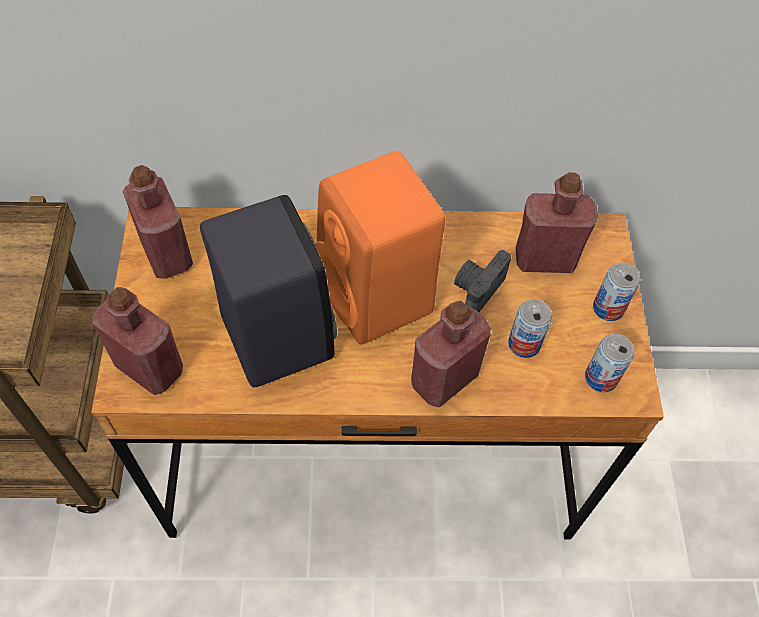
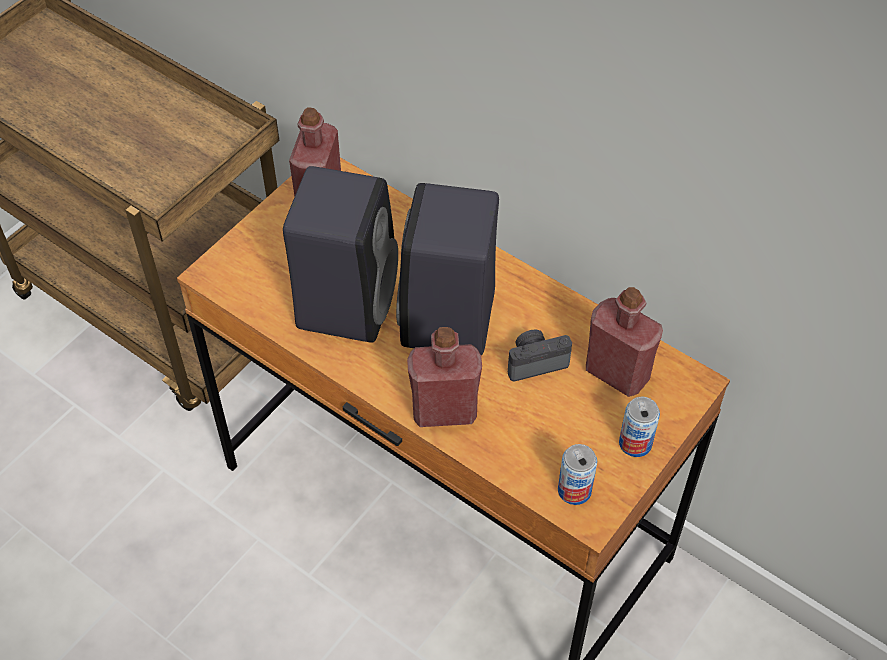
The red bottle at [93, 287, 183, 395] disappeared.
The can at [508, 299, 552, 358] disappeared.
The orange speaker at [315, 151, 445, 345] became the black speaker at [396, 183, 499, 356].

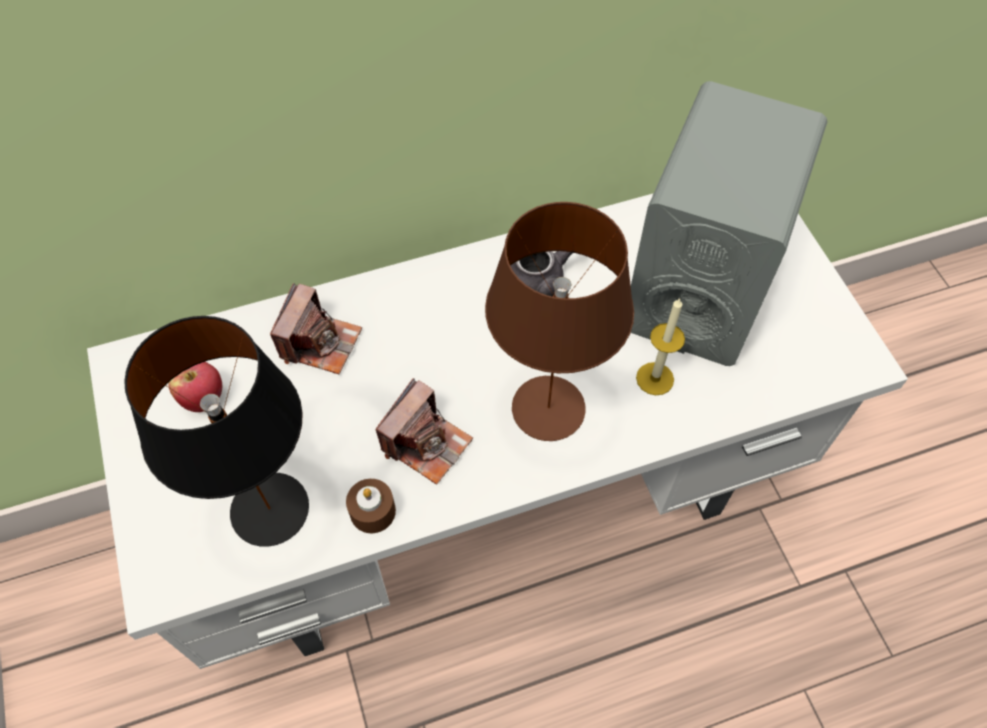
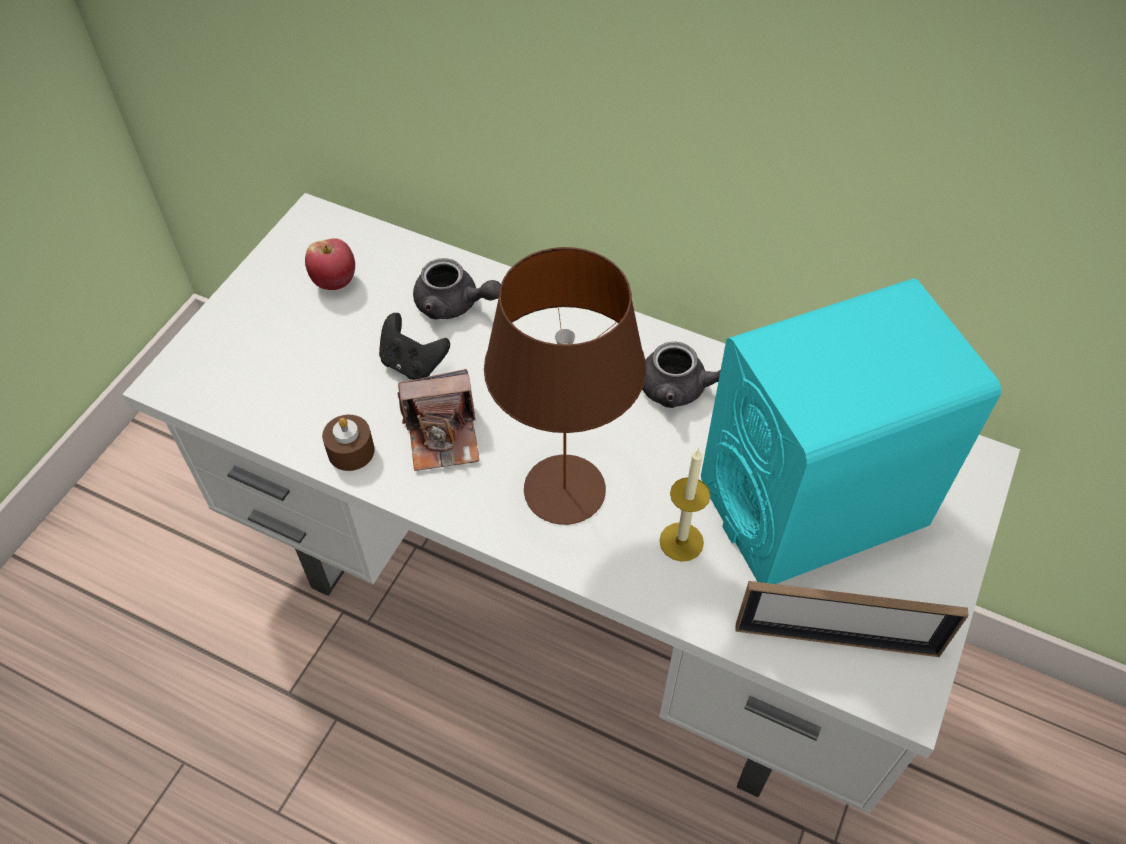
The black table lamp at [124, 316, 309, 547] disappeared.
The black game controller at [379, 313, 450, 380] appeared.
The picture frame at [735, 581, 969, 657] appeared.
The photo camera at [270, 283, 362, 374] was replaced by the grey teapot at [413, 258, 501, 320].
The grey speaker at [631, 81, 827, 366] became the turquoise speaker at [701, 279, 1001, 584].

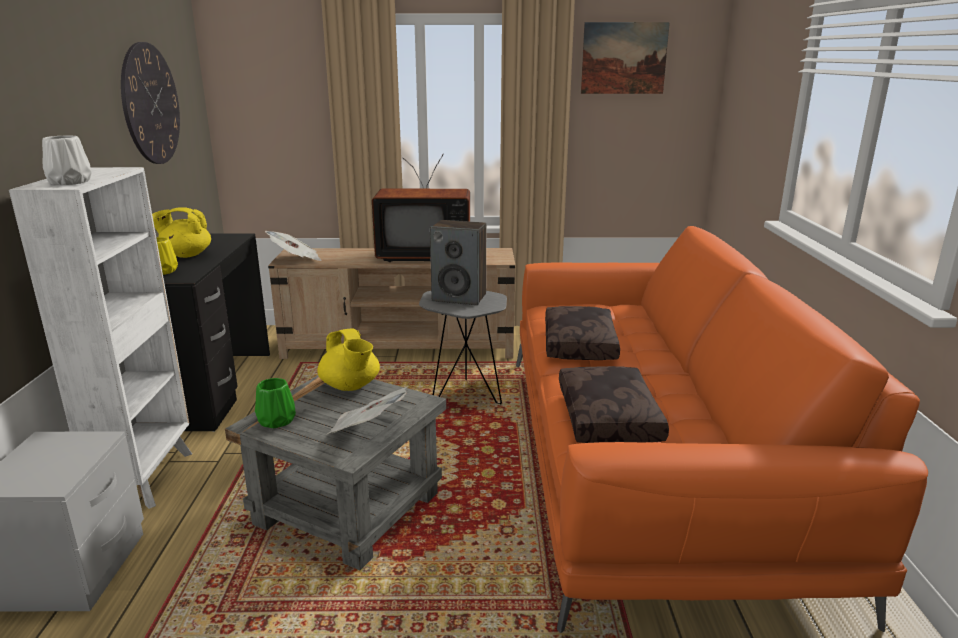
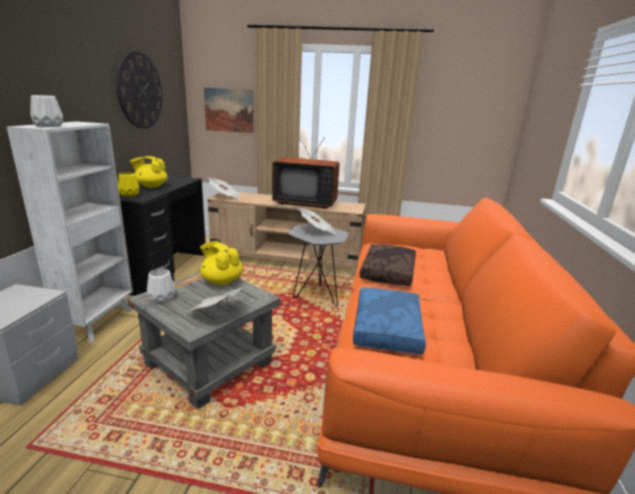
The picture moved from [581, 22, 670, 94] to [204, 88, 254, 133].
The speaker at [430, 220, 486, 305] was replaced by the newspaper at [297, 208, 337, 235].
The green vase at [255, 378, 296, 428] became the white vase at [147, 269, 175, 303].
The brown pillow at [559, 366, 669, 443] became the blue pillow at [353, 288, 426, 354].
The yellow teapot at [317, 329, 380, 391] turned 150 degrees clockwise.

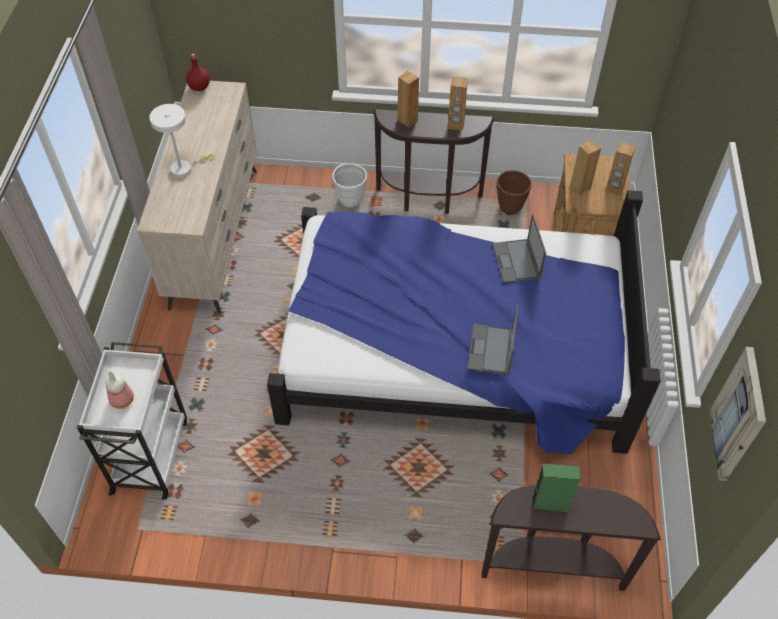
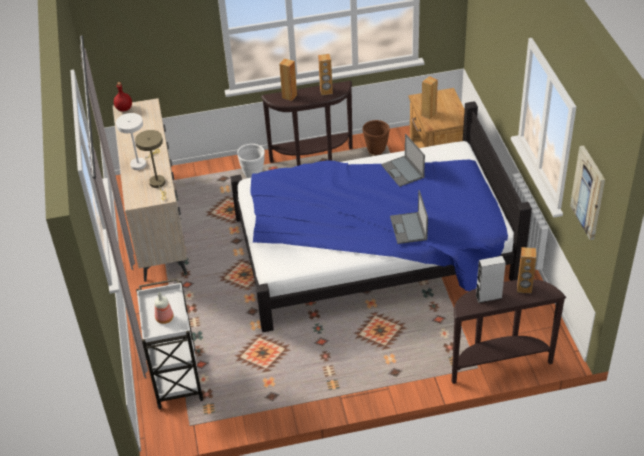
The beige table lamp at [135, 130, 166, 200] appeared.
The brown speaker moved from [605, 142, 635, 196] to [517, 247, 536, 294].
The green speaker at [532, 463, 580, 513] became the grey speaker at [476, 256, 506, 303].

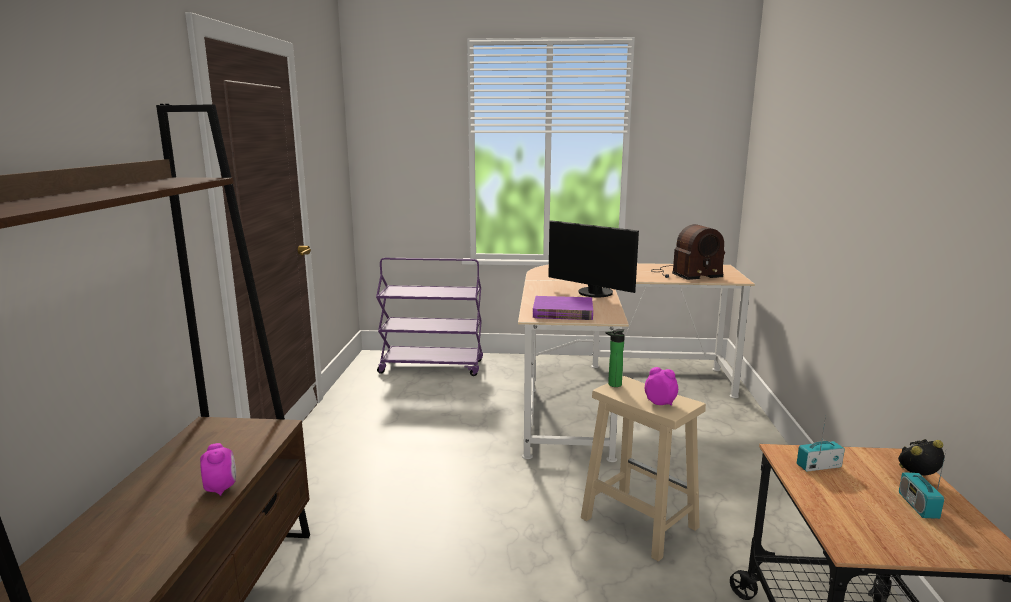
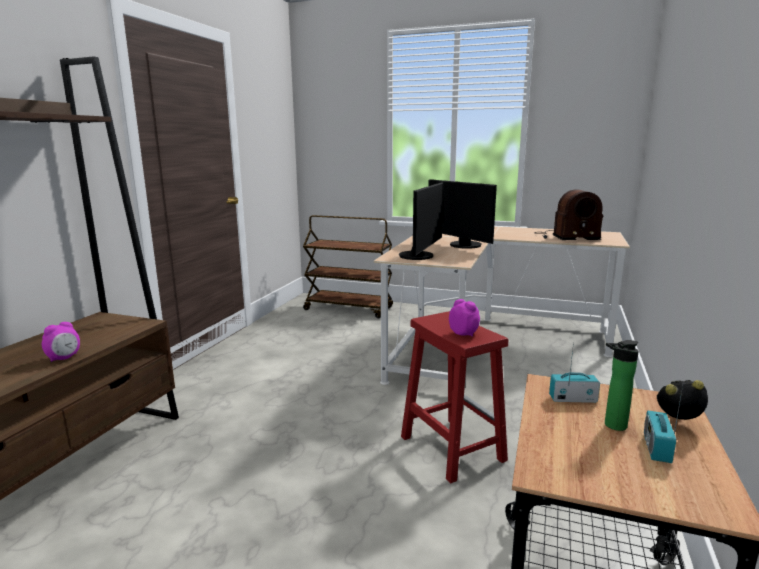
The bottle moved from [605, 329, 625, 387] to [605, 340, 639, 431].
The purple book at [533, 296, 593, 320] was replaced by the monitor at [399, 182, 444, 260].
The purple cart at [376, 258, 483, 376] became the brown cart at [303, 215, 393, 318].
The beige stool at [581, 376, 706, 562] became the red stool at [401, 311, 508, 483].
The alarm clock at [200, 443, 236, 496] turned 45 degrees clockwise.

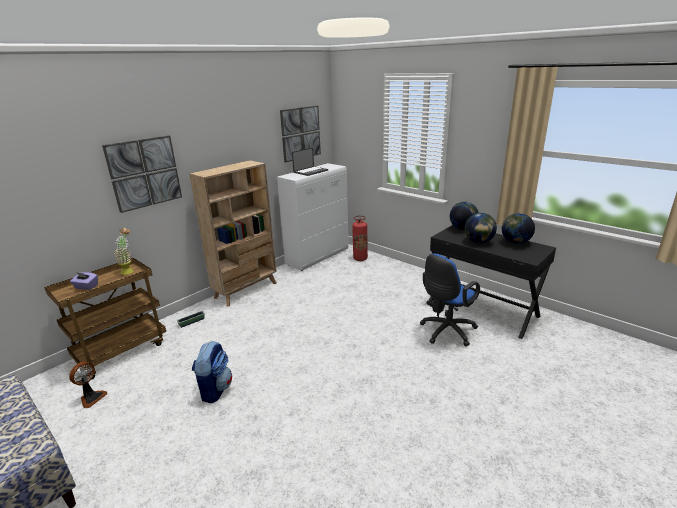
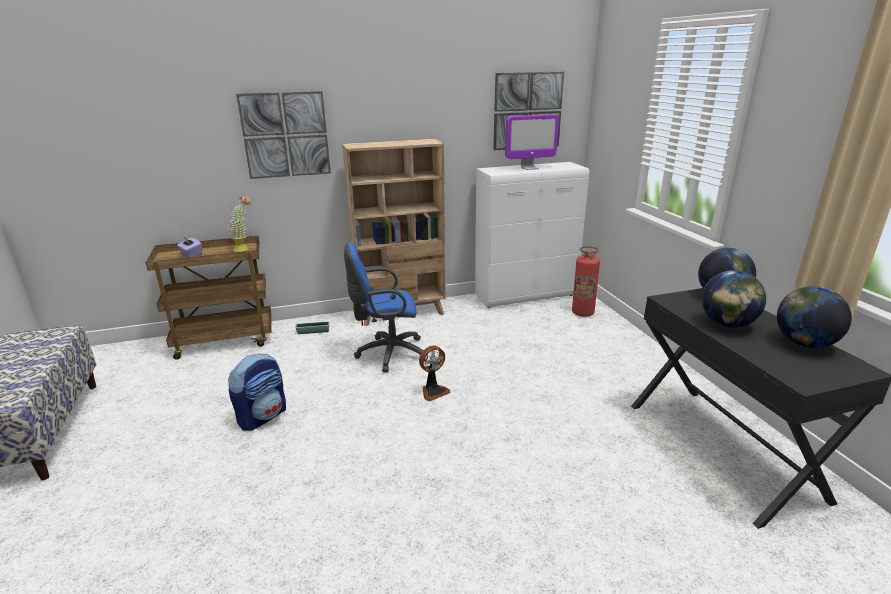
The fan moved from [69, 362, 107, 408] to [419, 345, 450, 401].
The blue office chair moved from [420, 253, 480, 346] to [344, 242, 428, 372].
The laptop at [292, 148, 328, 176] was replaced by the monitor at [505, 114, 559, 170].

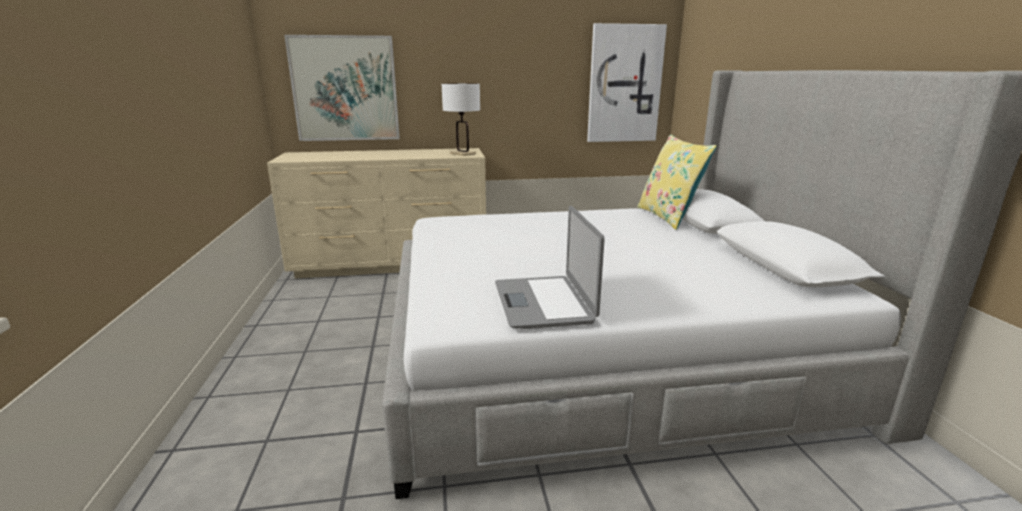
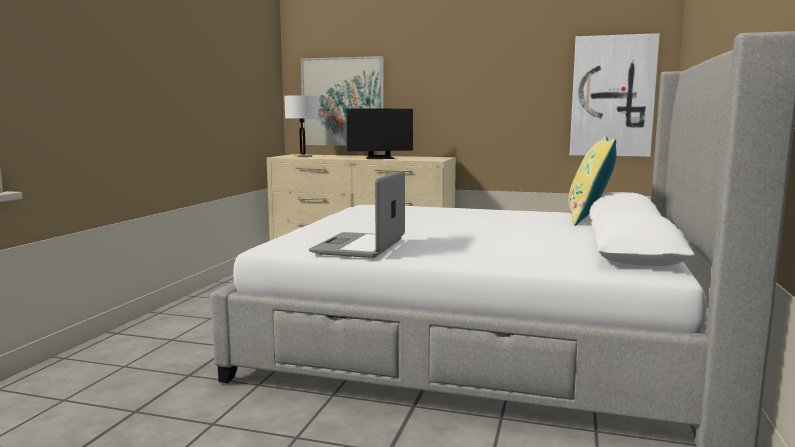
The monitor at [346, 108, 413, 159] appeared.
The white table lamp moved from [442, 83, 480, 156] to [284, 95, 318, 157].

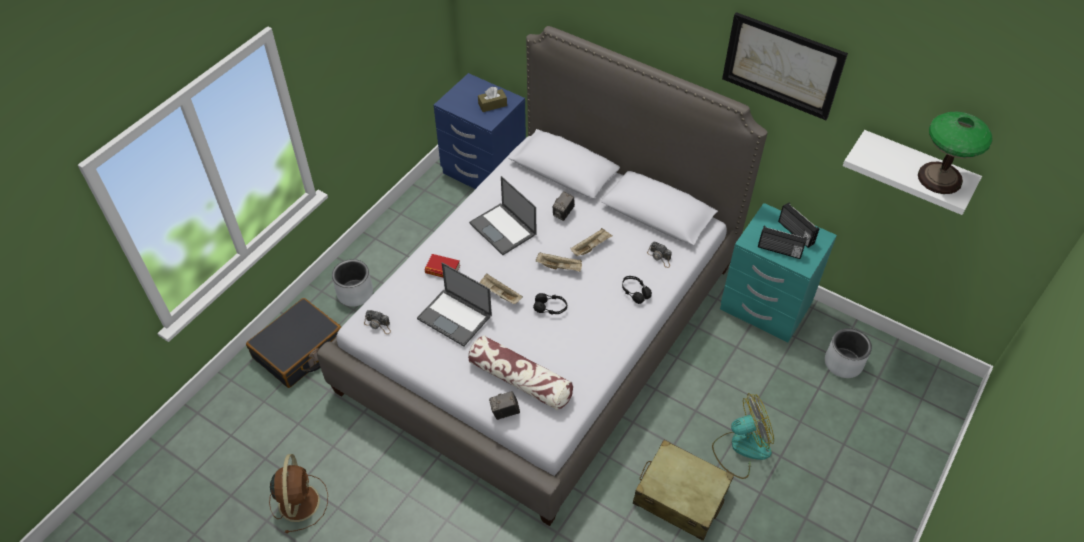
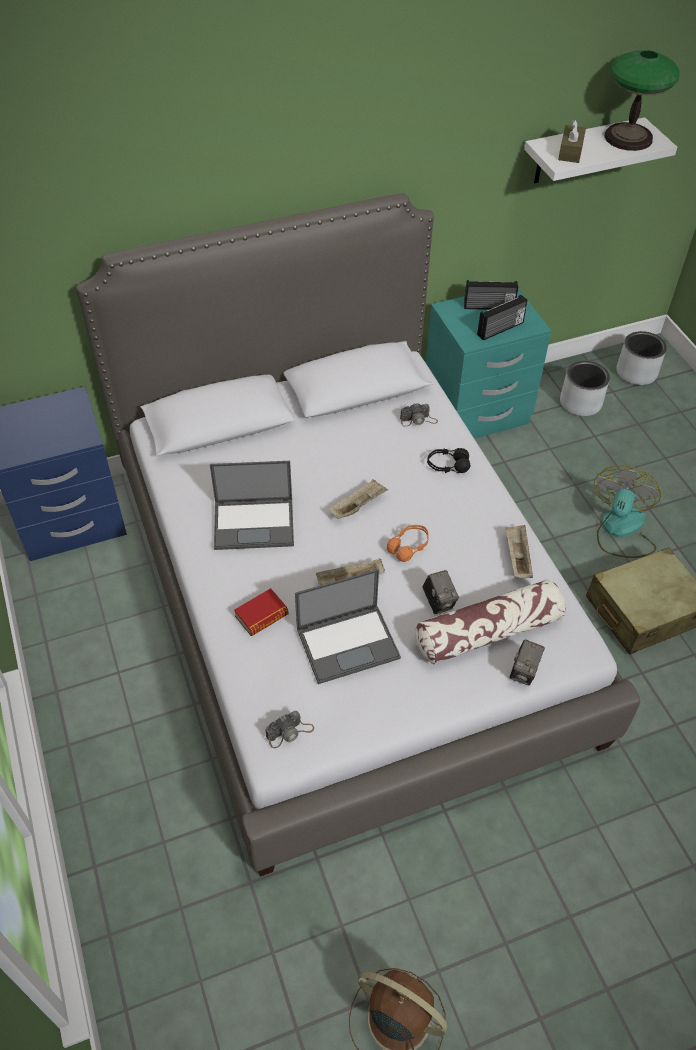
The black suitcase at [246, 298, 341, 388] disappeared.
The picture at [722, 12, 848, 120] disappeared.
The grey planter moved from [332, 259, 373, 306] to [616, 331, 667, 385].
The brown tissue box moved from [478, 87, 507, 112] to [558, 119, 586, 163].
The photo camera moved from [553, 191, 575, 221] to [422, 570, 459, 614].
The beige tray moved from [570, 228, 613, 256] to [506, 525, 533, 578].
The black headphones at [533, 293, 567, 315] became the orange headphones at [387, 525, 429, 562].

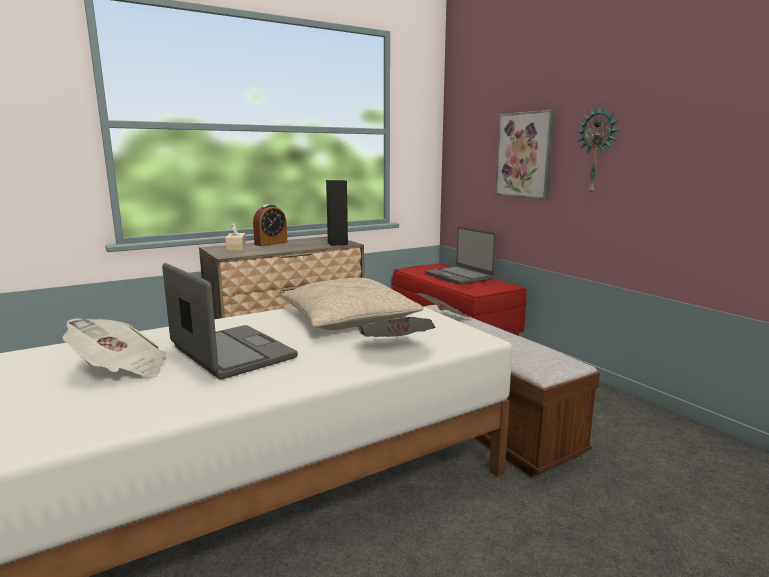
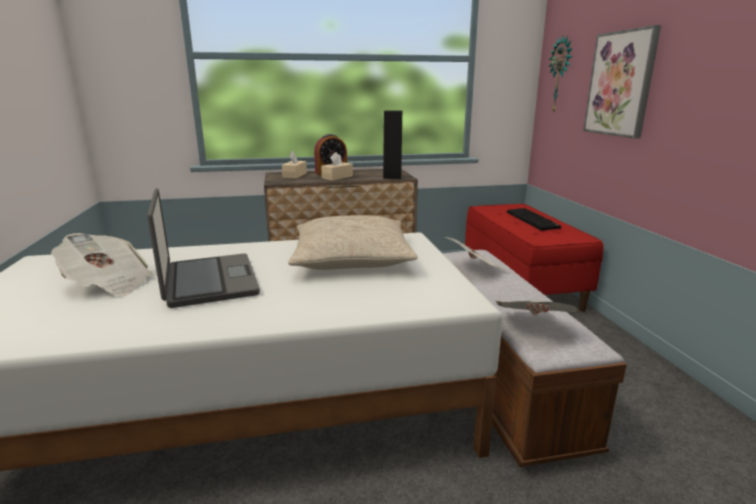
The beige tissue box at [321, 152, 353, 181] appeared.
The newspaper moved from [357, 317, 435, 337] to [495, 301, 579, 315].
The wall clock moved from [578, 106, 619, 193] to [549, 36, 572, 114].
The laptop at [425, 227, 496, 285] was replaced by the keyboard at [507, 208, 561, 231].

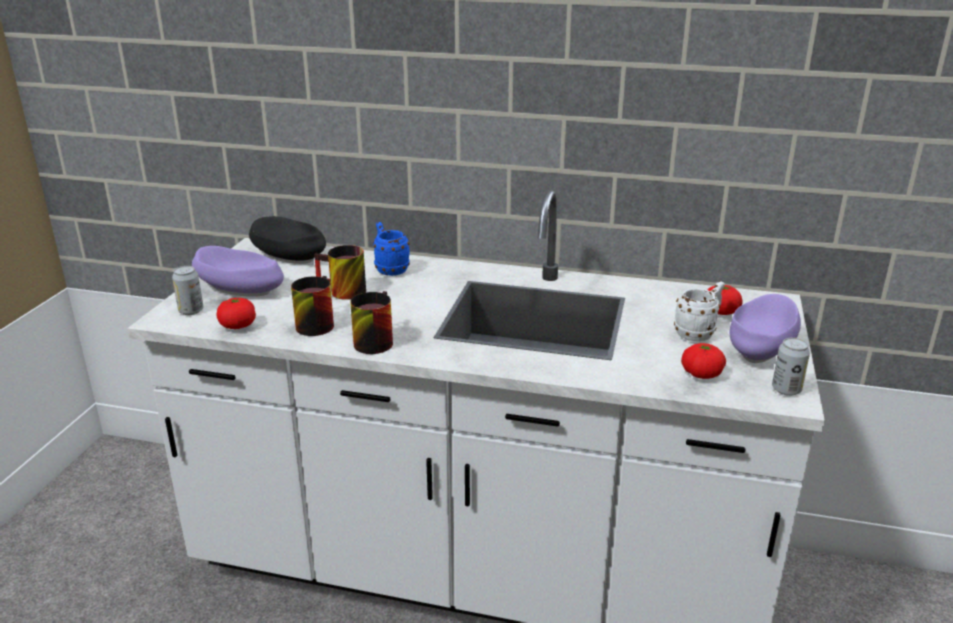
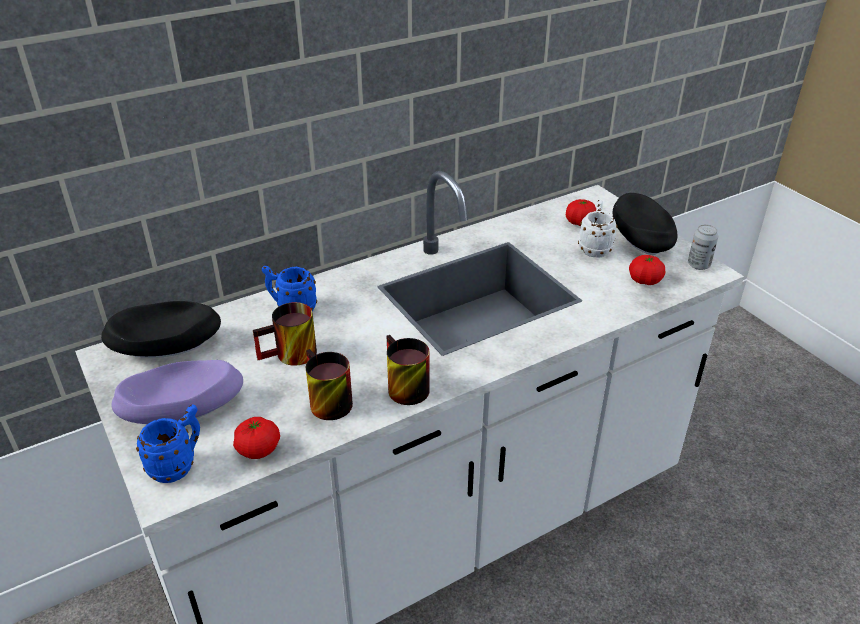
The can at [172, 266, 203, 315] was replaced by the blue mug at [136, 404, 200, 483].
The purple bowl at [730, 294, 801, 363] became the black bowl at [613, 193, 677, 255].

